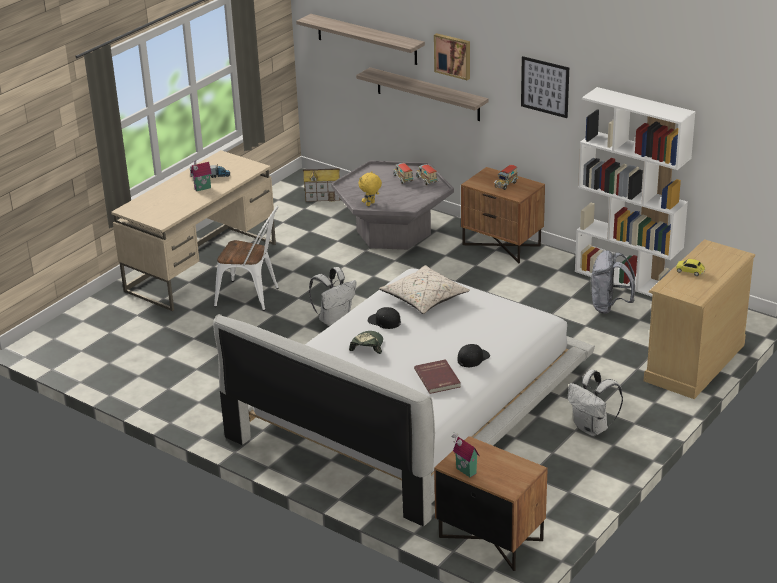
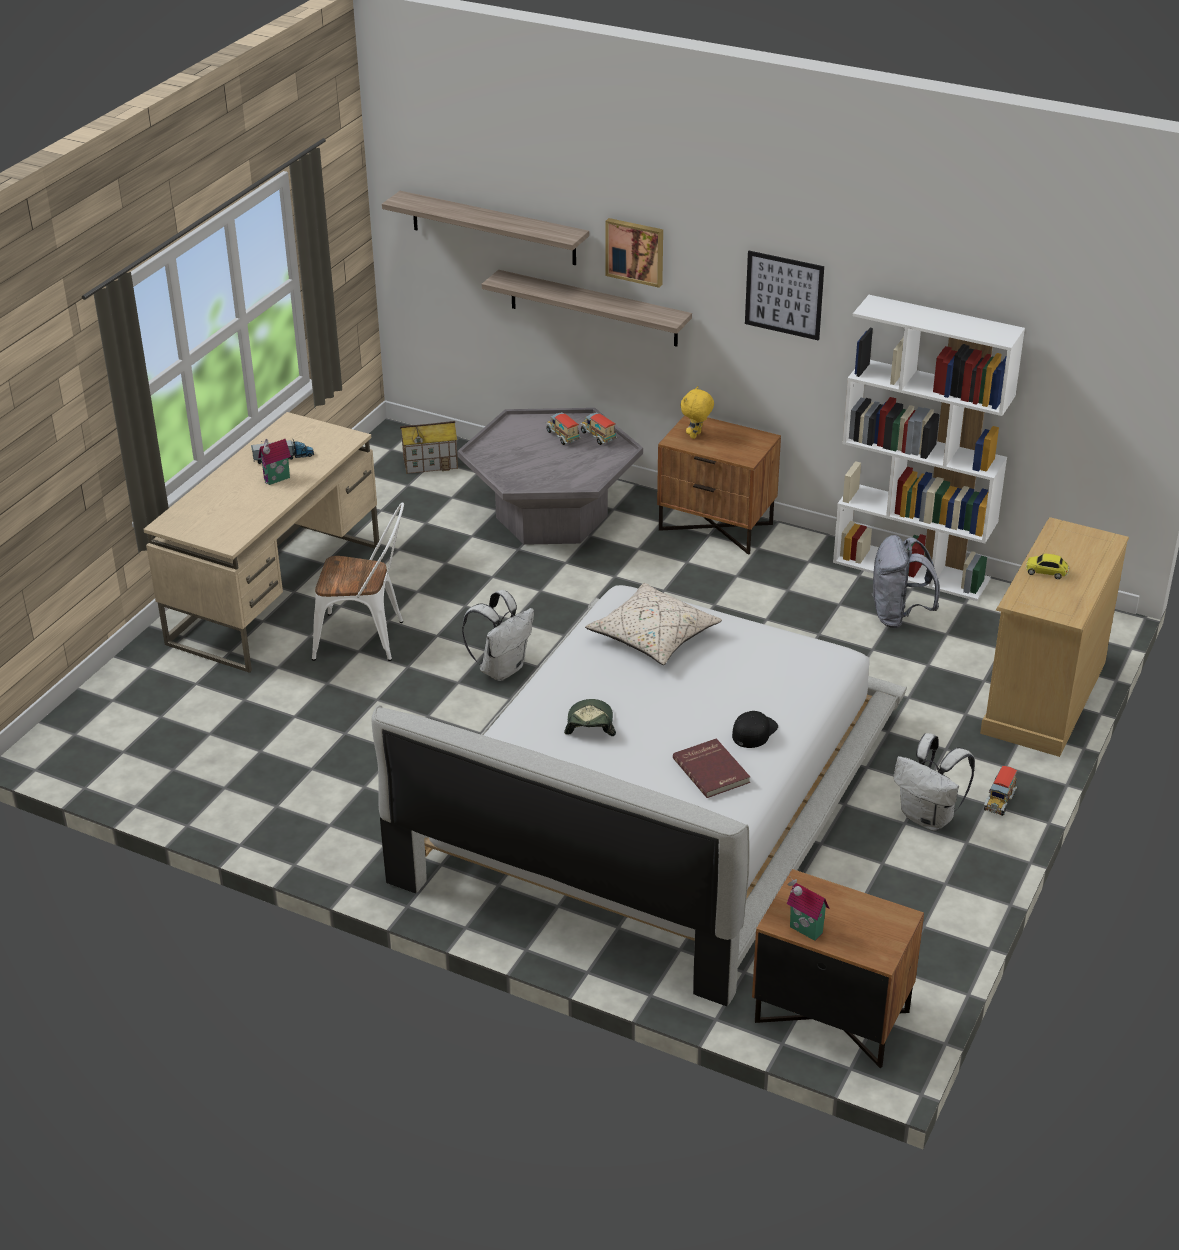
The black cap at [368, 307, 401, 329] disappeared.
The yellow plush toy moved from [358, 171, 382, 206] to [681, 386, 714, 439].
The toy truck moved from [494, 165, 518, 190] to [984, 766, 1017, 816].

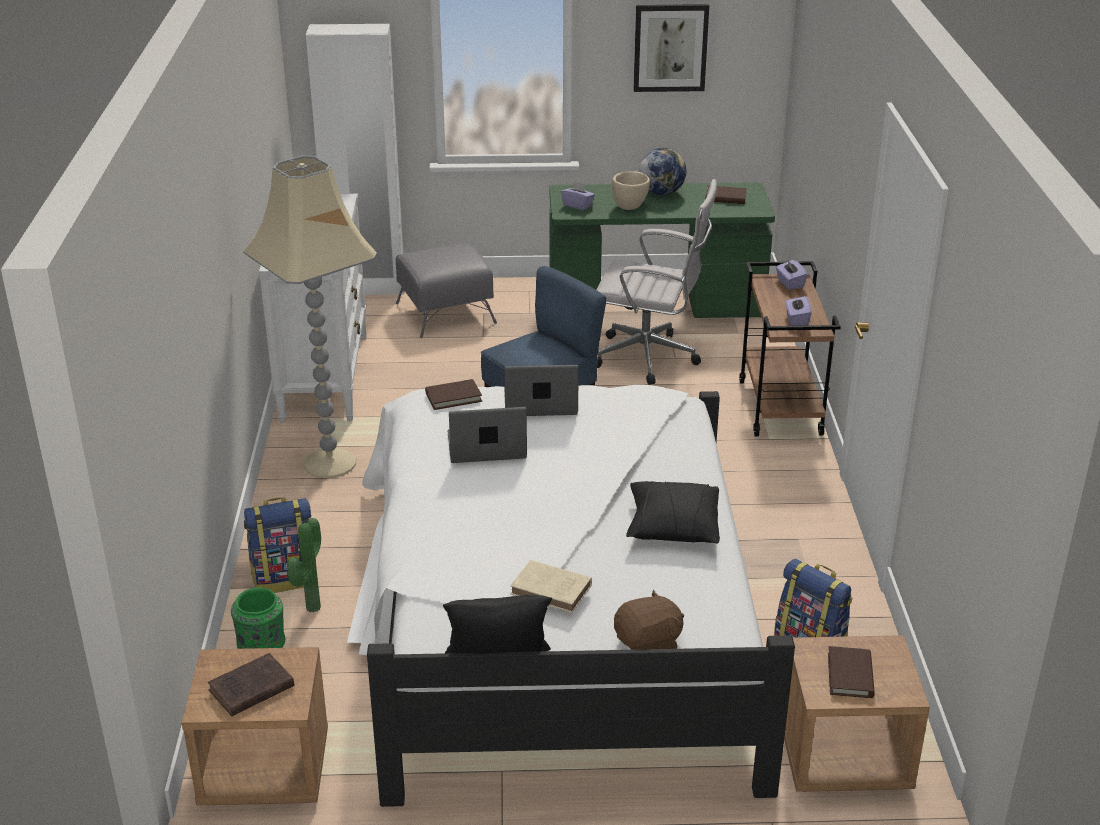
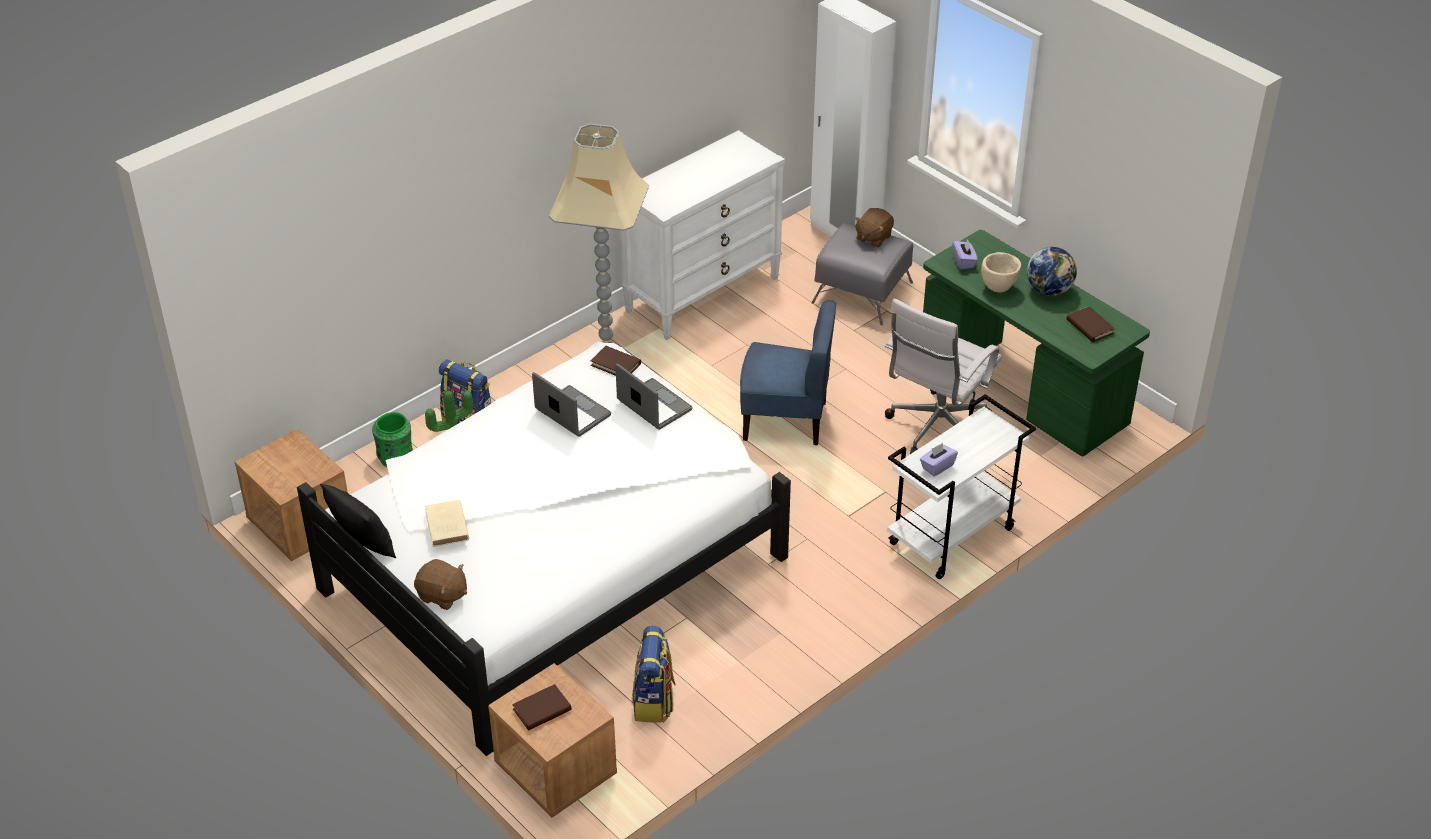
The brown book at [208, 653, 294, 716] disappeared.
The black pillow at [626, 481, 720, 544] disappeared.
The picture at [634, 4, 709, 92] disappeared.
The purple tissue box at [776, 259, 807, 290] disappeared.
The brown plush toy at [854, 208, 894, 247] appeared.
The brown cart at [739, 261, 841, 437] became the white cart at [887, 394, 1036, 579].
The white office chair at [596, 179, 717, 385] turned 60 degrees clockwise.

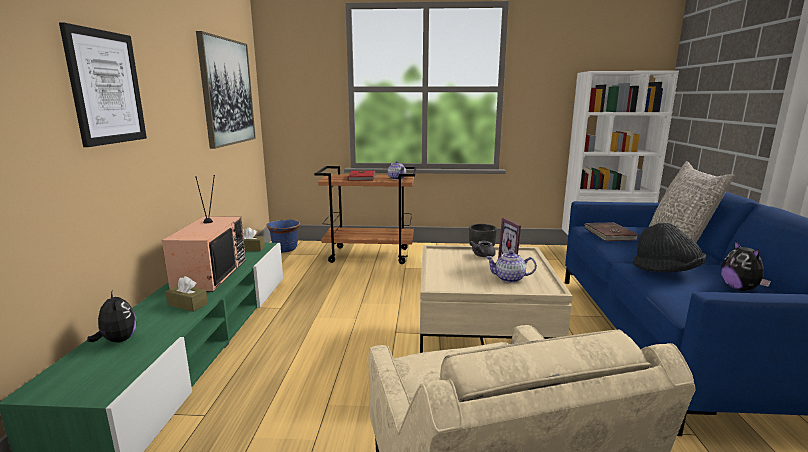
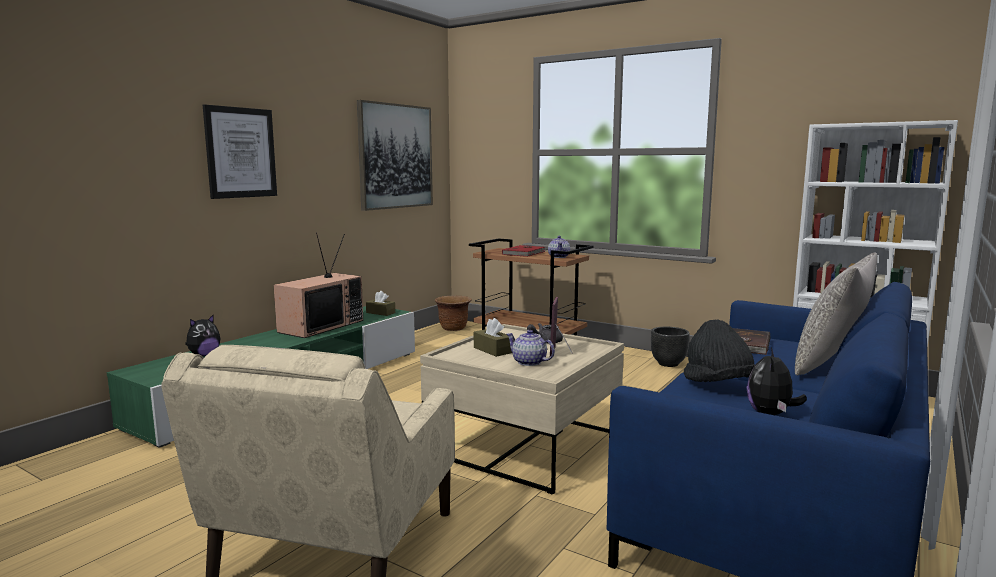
The brown tissue box moved from [165, 276, 208, 312] to [474, 318, 512, 357].
The blue planter at [266, 219, 301, 253] became the brown planter at [435, 296, 472, 331].
The plush toy at [87, 291, 136, 343] turned 45 degrees clockwise.

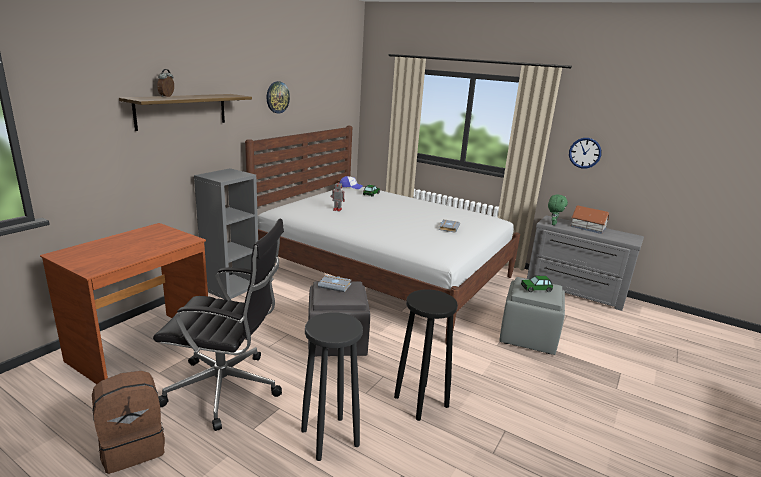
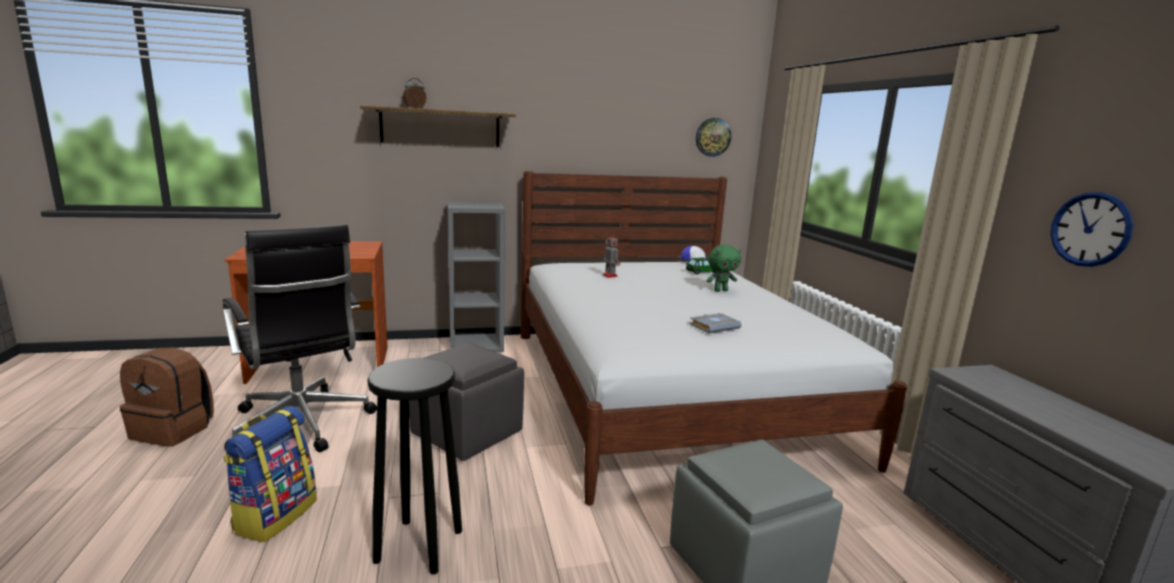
The grey book at [318, 275, 351, 292] disappeared.
The toy car at [521, 276, 553, 292] disappeared.
The toy house at [570, 205, 609, 234] disappeared.
The wall clock moved from [267, 81, 290, 114] to [696, 118, 731, 157].
The green plush toy moved from [548, 195, 568, 225] to [707, 245, 741, 292].
The black stool at [301, 312, 363, 461] was replaced by the backpack at [223, 406, 317, 542].

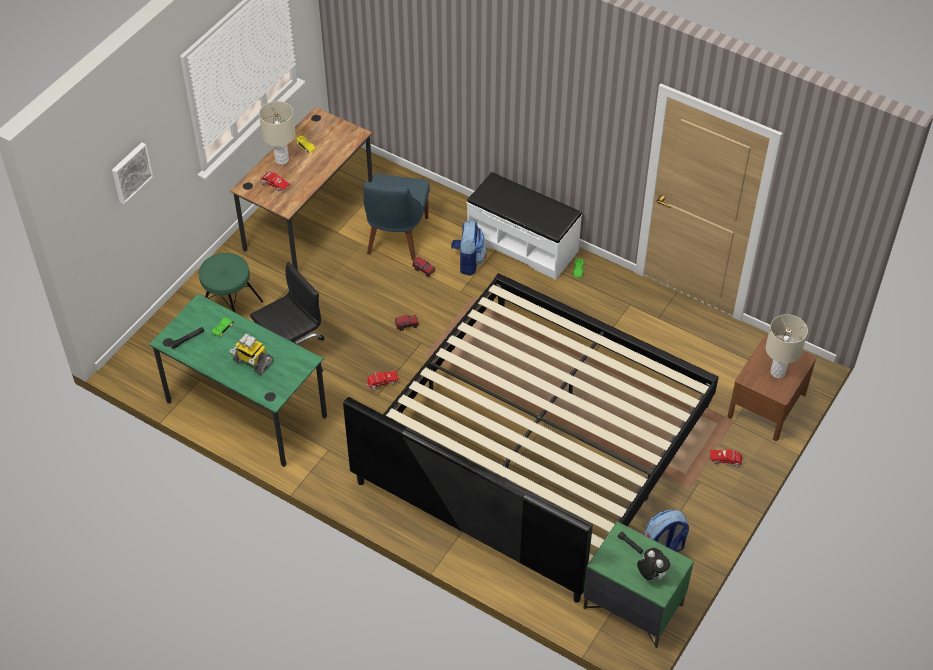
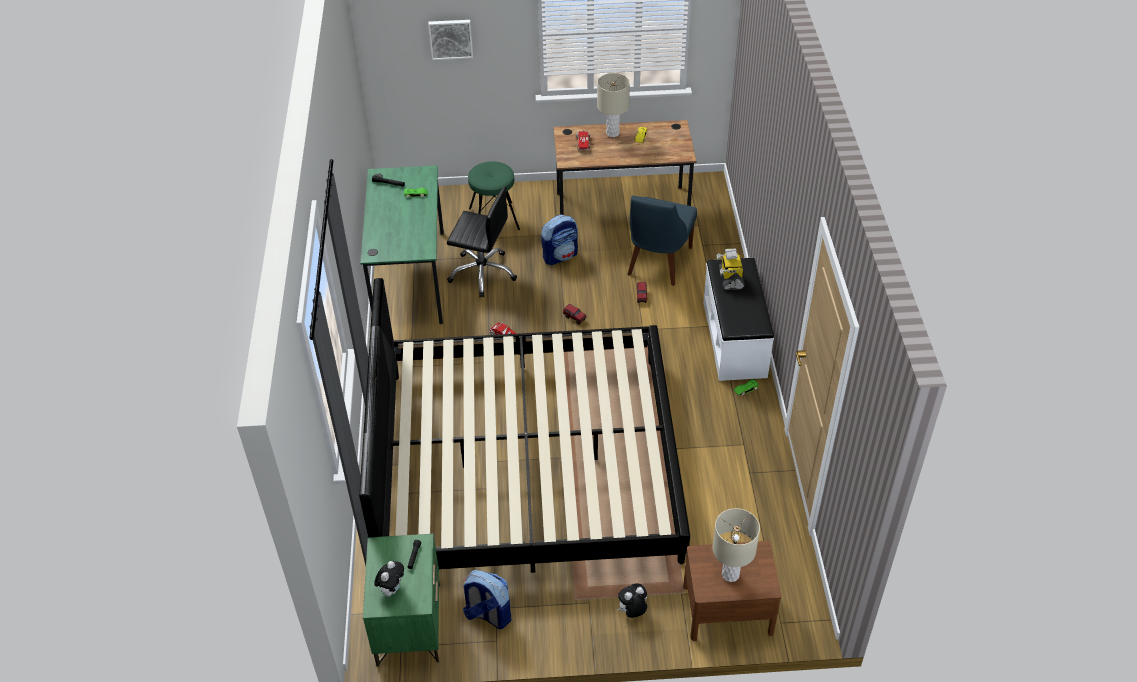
The toy robot moved from [230, 334, 273, 375] to [716, 249, 745, 290].
The backpack moved from [451, 220, 487, 276] to [541, 214, 578, 265].
The toy truck at [710, 449, 746, 467] was replaced by the plush toy at [617, 583, 647, 618].
The blue chair at [363, 174, 430, 261] turned 45 degrees counterclockwise.

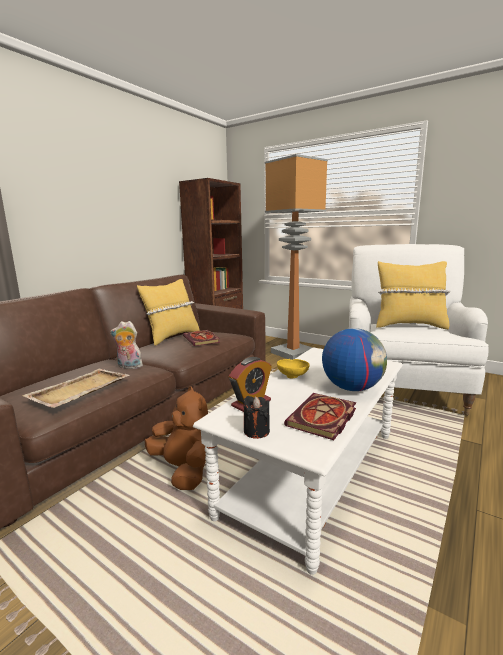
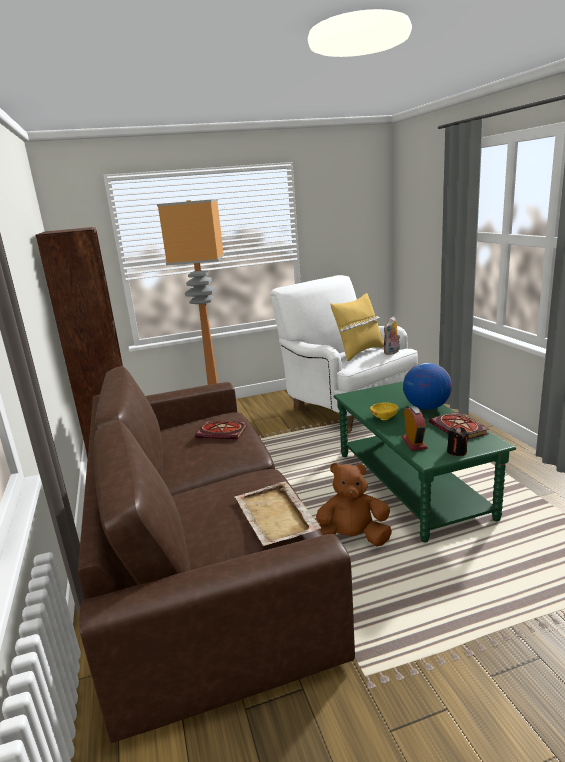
The yellow pillow at [137, 279, 200, 346] disappeared.
The plush toy moved from [110, 321, 143, 369] to [384, 317, 400, 355].
The white coffee table at [193, 347, 403, 575] became the green coffee table at [334, 381, 516, 542].

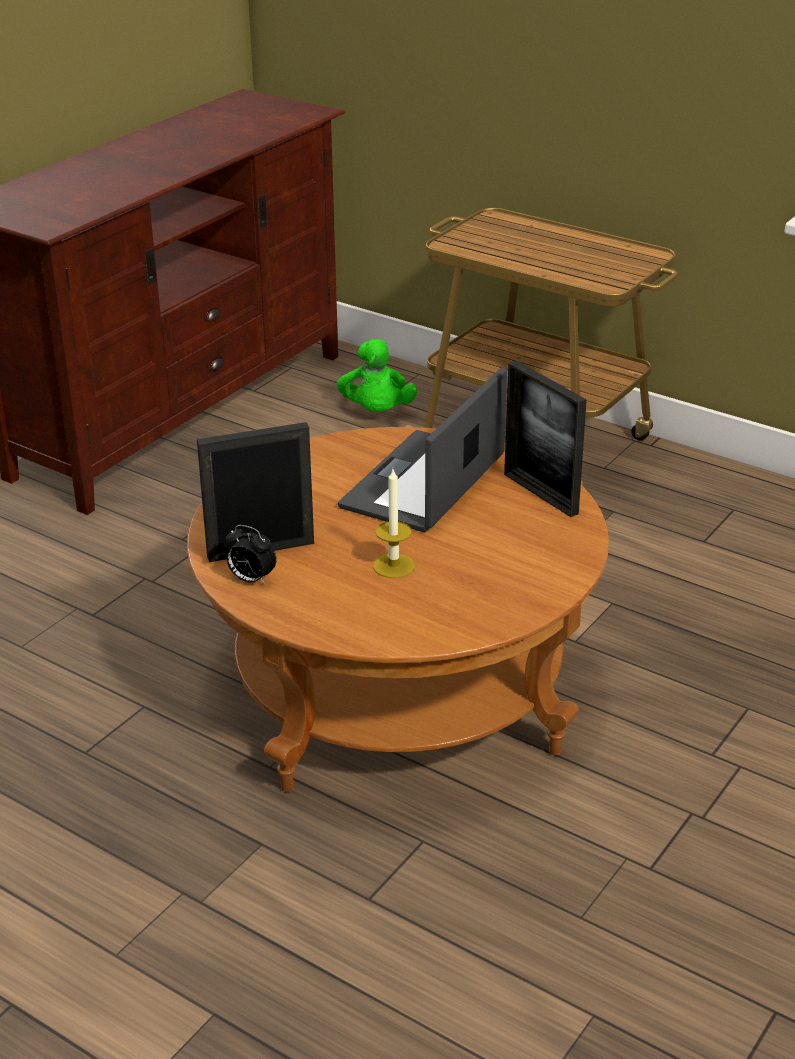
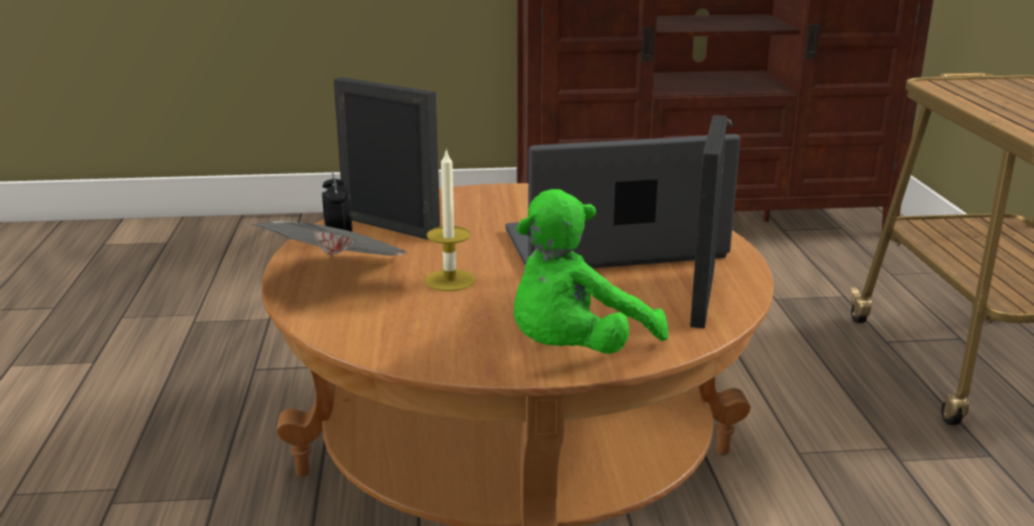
The newspaper at [245, 221, 408, 256] appeared.
The green plush toy moved from [337, 339, 417, 412] to [514, 189, 668, 354].

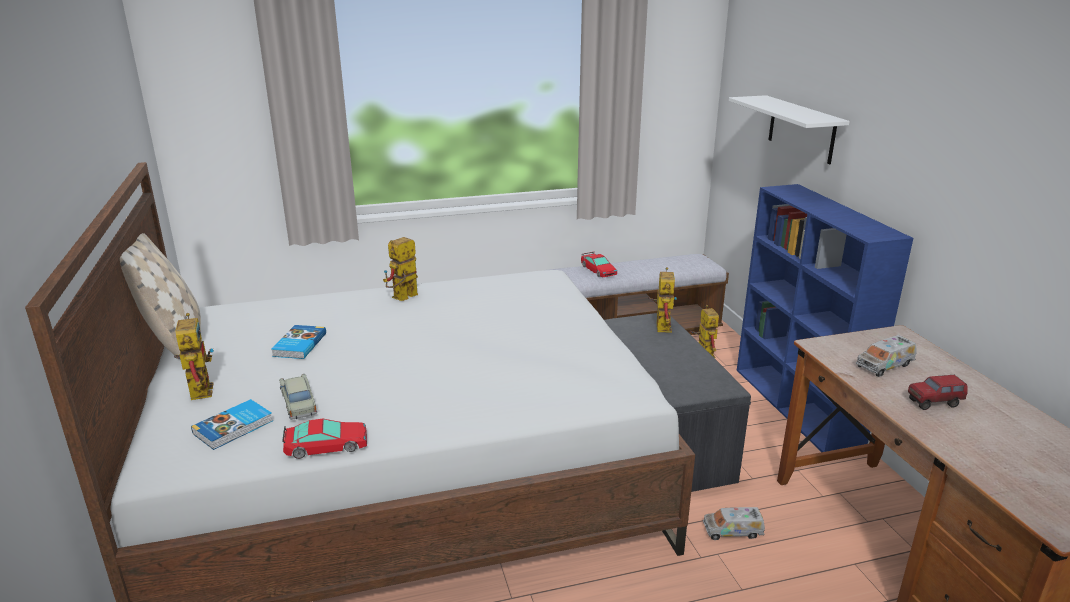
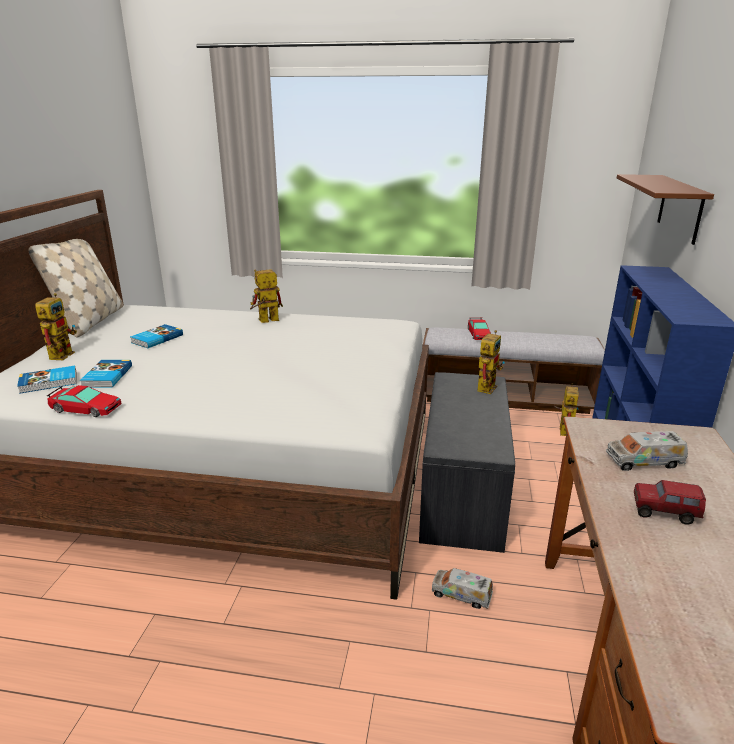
The beige toy car at [279, 374, 317, 420] was replaced by the book at [80, 360, 132, 388].
The white shelf at [729, 95, 850, 165] became the brown shelf at [617, 174, 714, 245].

